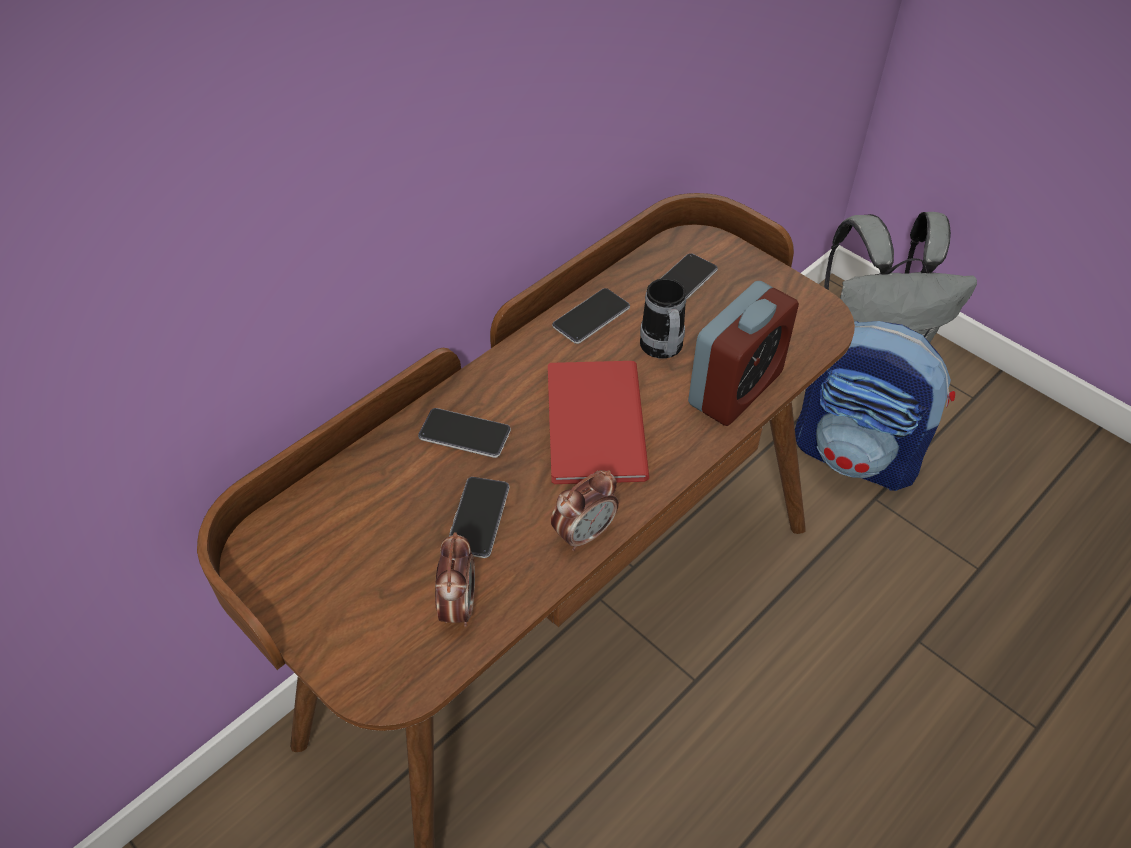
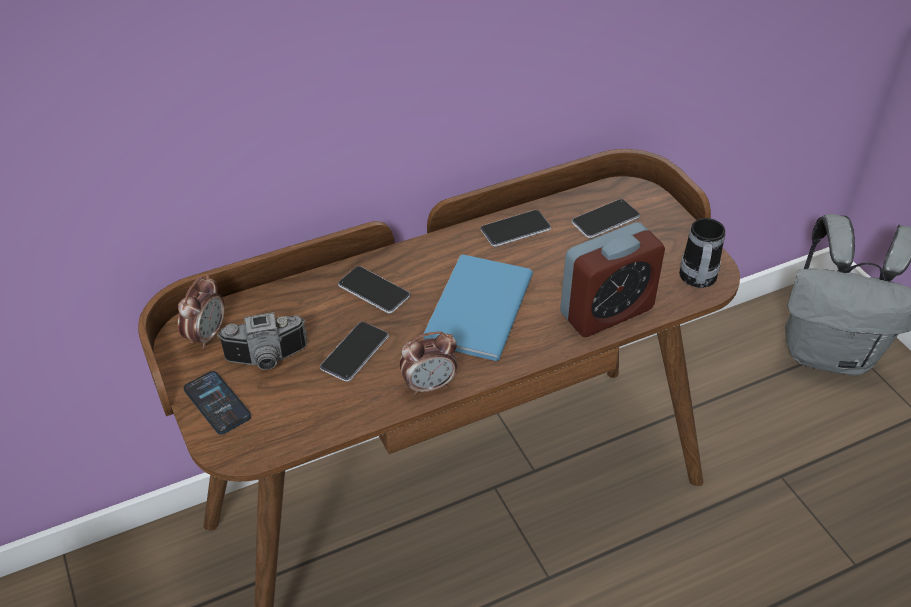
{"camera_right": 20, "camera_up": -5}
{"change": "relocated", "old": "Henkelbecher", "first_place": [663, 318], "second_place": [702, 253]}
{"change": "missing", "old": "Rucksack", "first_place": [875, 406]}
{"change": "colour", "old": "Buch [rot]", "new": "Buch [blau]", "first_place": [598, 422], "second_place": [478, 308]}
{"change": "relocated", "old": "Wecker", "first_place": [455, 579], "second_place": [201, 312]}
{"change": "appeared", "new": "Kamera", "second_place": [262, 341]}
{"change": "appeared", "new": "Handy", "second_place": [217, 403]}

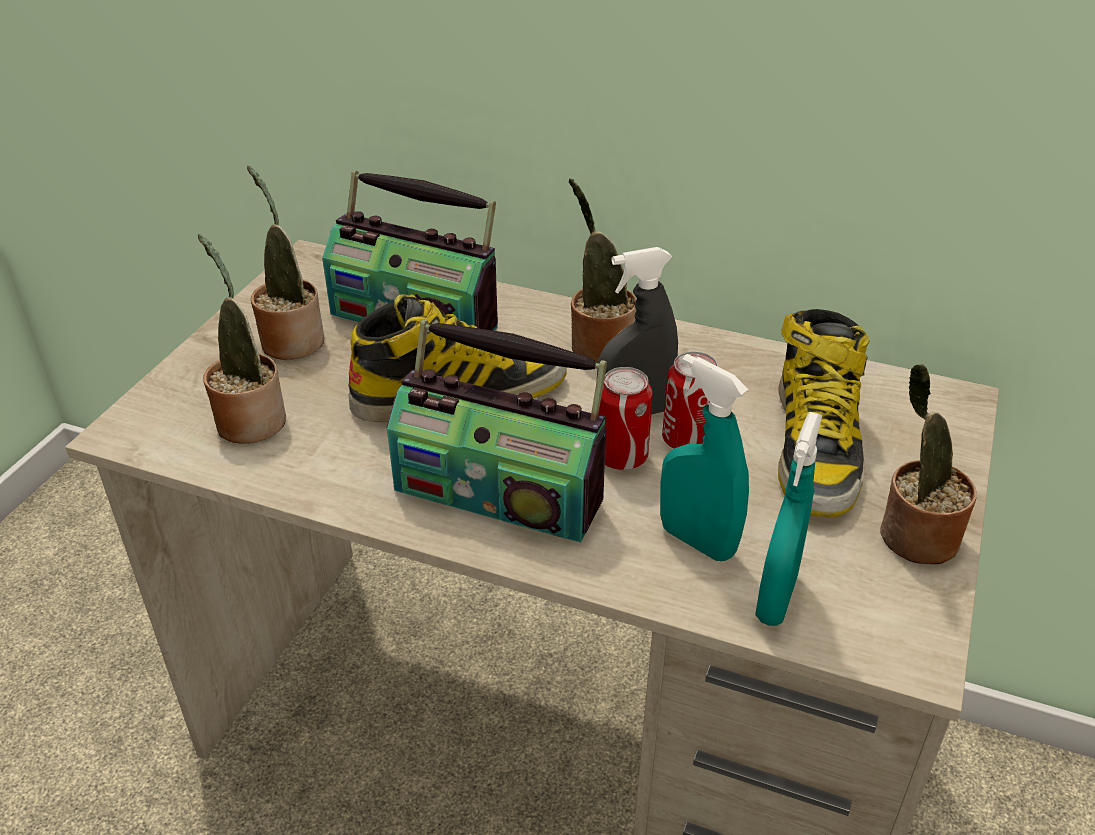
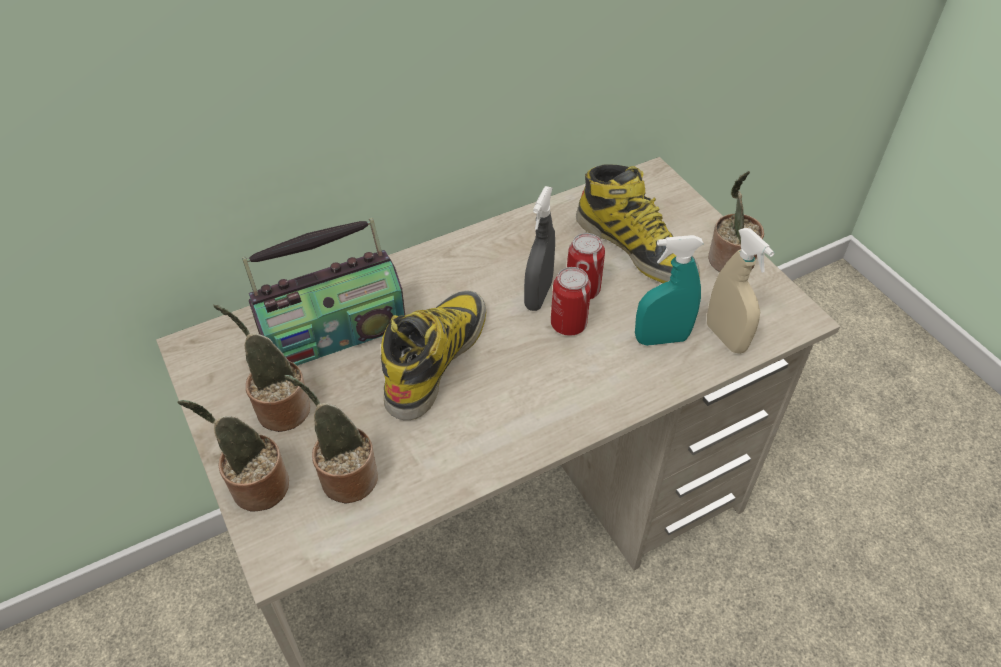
{"camera_right": -50, "camera_up": 10}
{"change": "relocated", "old": "Topfpflanze", "first_place": [602, 270], "second_place": [233, 456]}
{"change": "missing", "old": "Radio", "first_place": [497, 431]}
{"change": "colour", "old": "Sprühflasche [türkis]", "new": "Sprühflasche [beige]", "first_place": [788, 519], "second_place": [741, 291]}

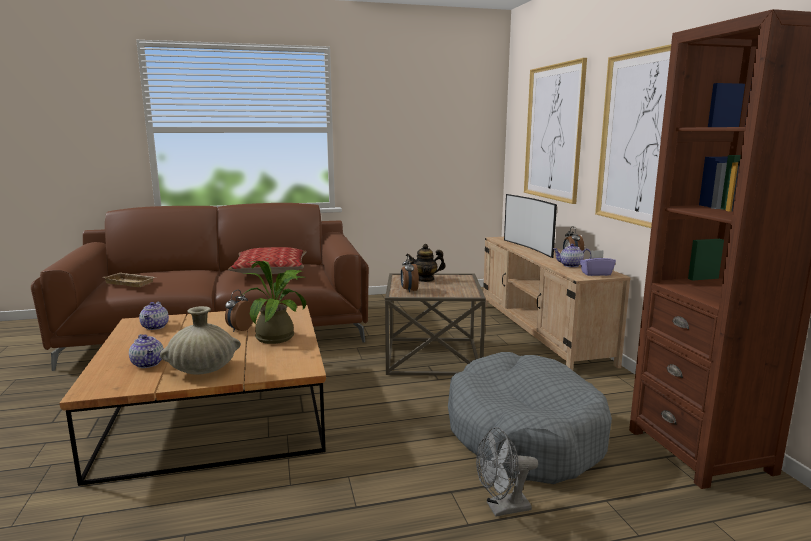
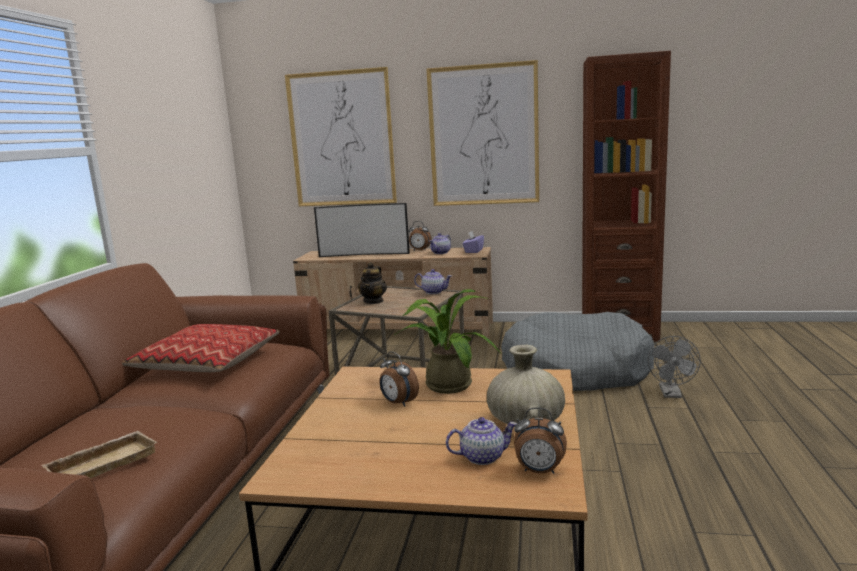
{"camera_right": -65, "camera_up": 0}
{"change": "relocated", "old": "Wecker", "first_place": [410, 274], "second_place": [540, 441]}
{"change": "relocated", "old": "Teekanne", "first_place": [154, 316], "second_place": [433, 281]}

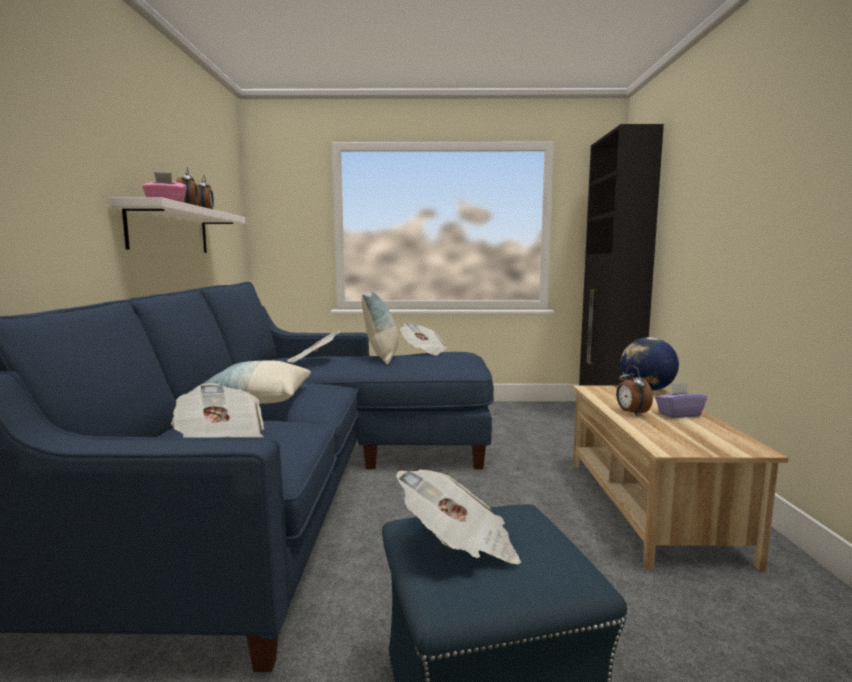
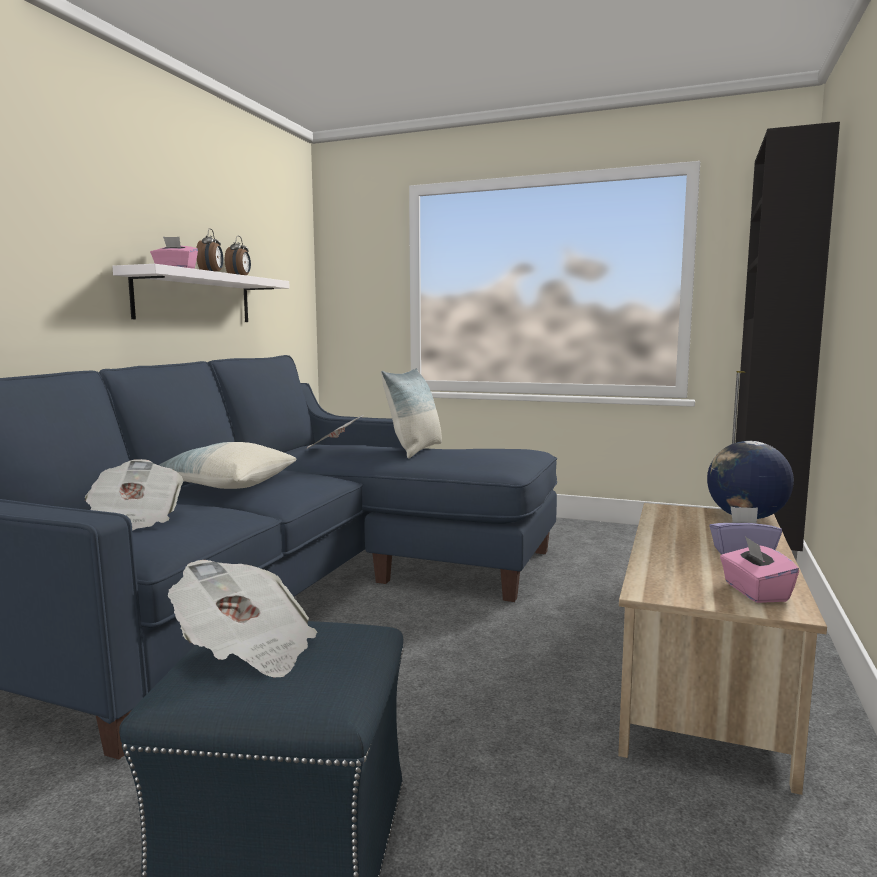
{"camera_right": 20, "camera_up": 0}
{"change": "missing", "old": "Zeitung", "first_place": [423, 339]}
{"change": "missing", "old": "Wecker", "first_place": [634, 391]}
{"change": "appeared", "new": "Taschentuchbox [rosa]", "second_place": [759, 569]}

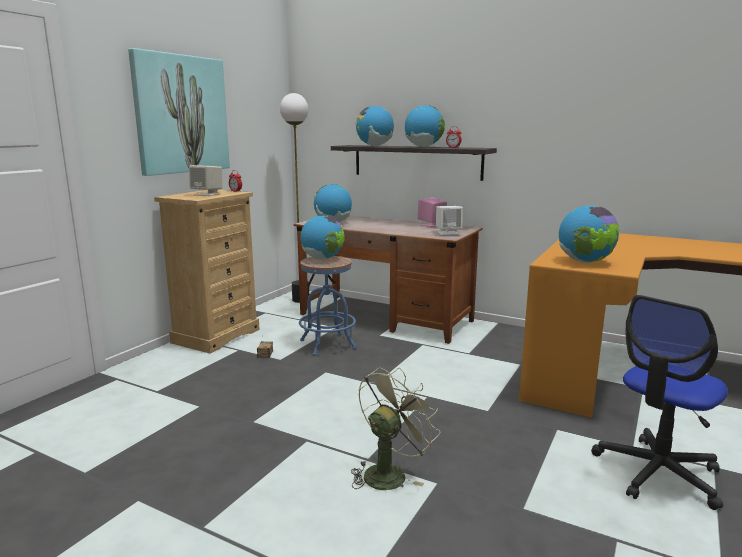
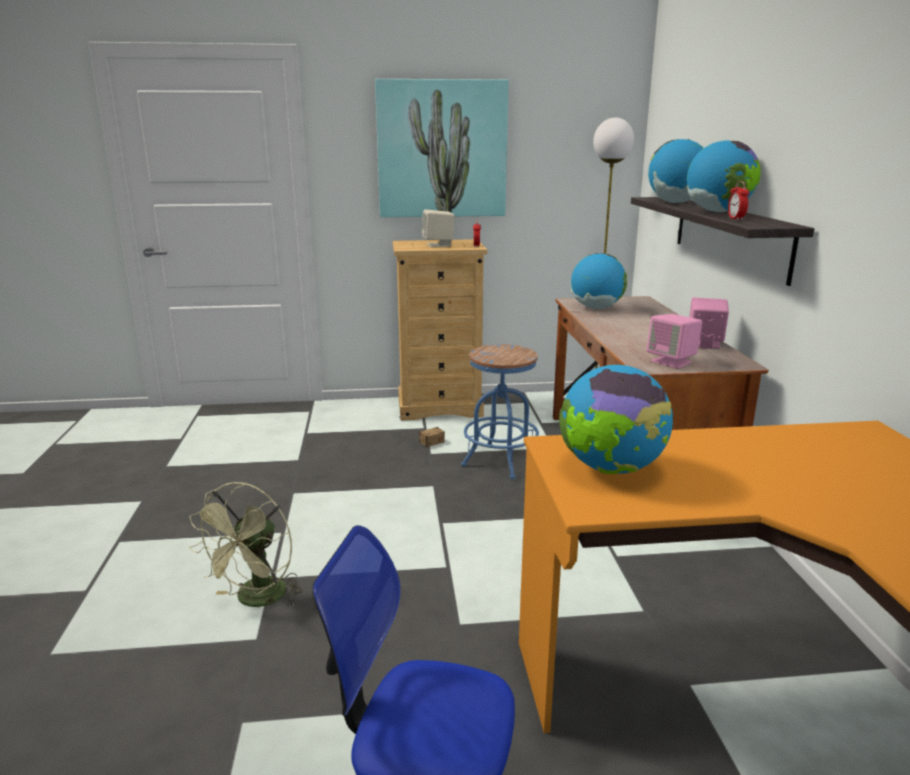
{"camera_right": 55, "camera_up": 5}
{"change": "colour", "old": "Lautsprecher [weiß]", "new": "Lautsprecher [rosa]", "first_place": [449, 220], "second_place": [674, 341]}
{"change": "missing", "old": "Globus", "first_place": [322, 237]}
{"change": "spun", "old": "Ventilator [grün]", "first_place": [395, 428], "second_place": [246, 544], "degrees": 105}

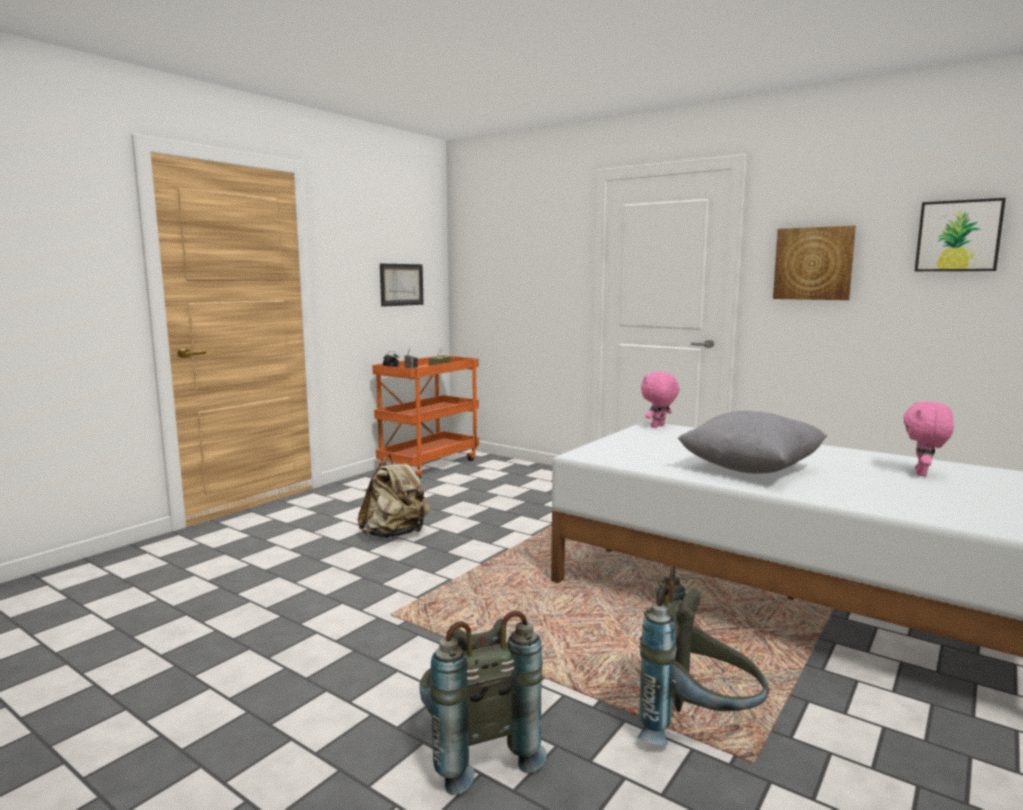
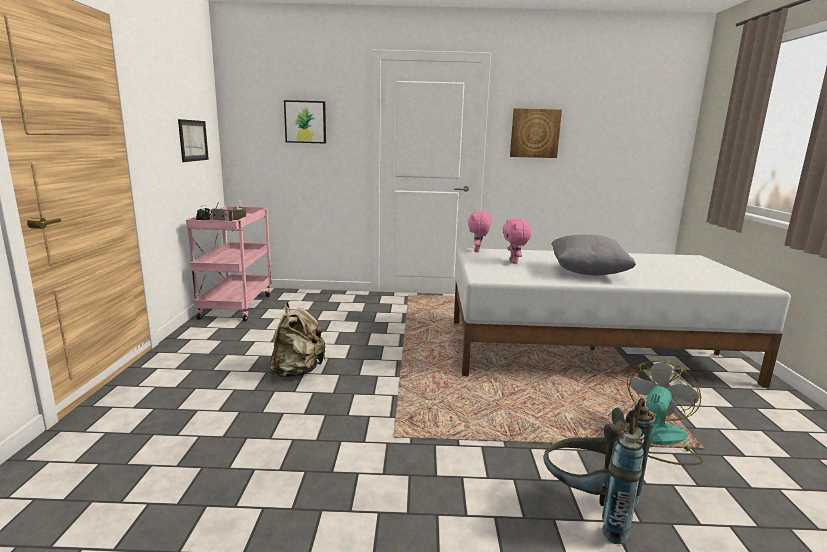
{"camera_right": -35, "camera_up": 5}
{"change": "relocated", "old": "Bild", "first_place": [960, 234], "second_place": [305, 122]}
{"change": "colour", "old": "Rollwagen [orange]", "new": "Rollwagen [rosa]", "first_place": [425, 417], "second_place": [229, 263]}
{"change": "relocated", "old": "Plüschtier [rosa]", "first_place": [928, 439], "second_place": [517, 241]}
{"change": "exchanged", "old": "Rucksack [grau]", "new": "Ventilator", "first_place": [703, 655], "second_place": [665, 413]}

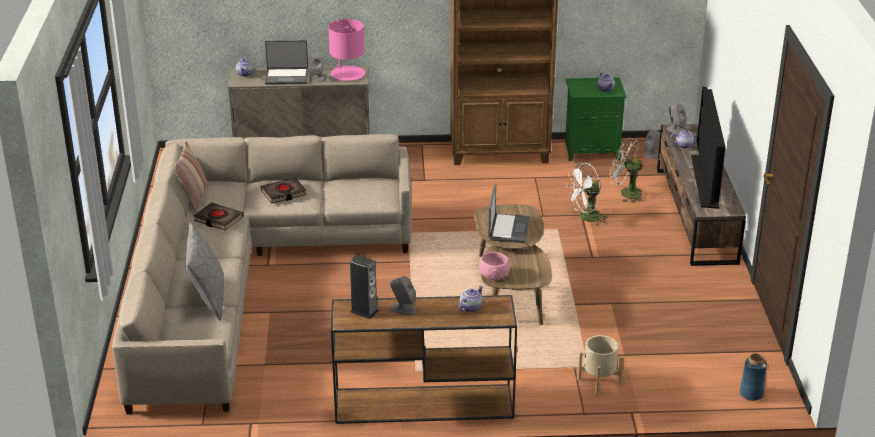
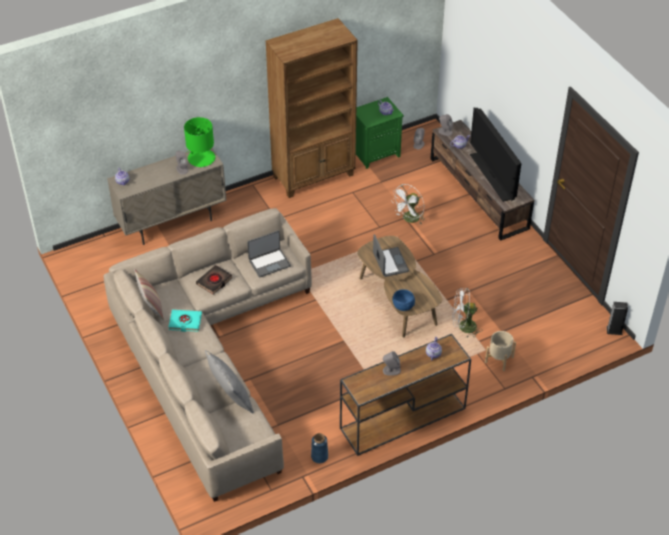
{"camera_right": -25, "camera_up": 15}
{"change": "colour", "old": "Tischlampe [rosa]", "new": "Tischlampe [grün]", "first_place": [347, 50], "second_place": [199, 142]}
{"change": "relocated", "old": "Laptop", "first_place": [286, 62], "second_place": [269, 253]}
{"change": "relocated", "old": "Ventilator [weiß]", "first_place": [628, 170], "second_place": [467, 313]}
{"change": "colour", "old": "Buch [schwarz]", "new": "Buch [türkis]", "first_place": [218, 216], "second_place": [185, 321]}
{"change": "colour", "old": "Schüssel [rosa]", "new": "Schüssel [blau]", "first_place": [494, 266], "second_place": [404, 300]}
{"change": "relocated", "old": "Lautsprecher", "first_place": [364, 287], "second_place": [617, 318]}
{"change": "relocated", "old": "Vase [blau]", "first_place": [753, 377], "second_place": [319, 448]}

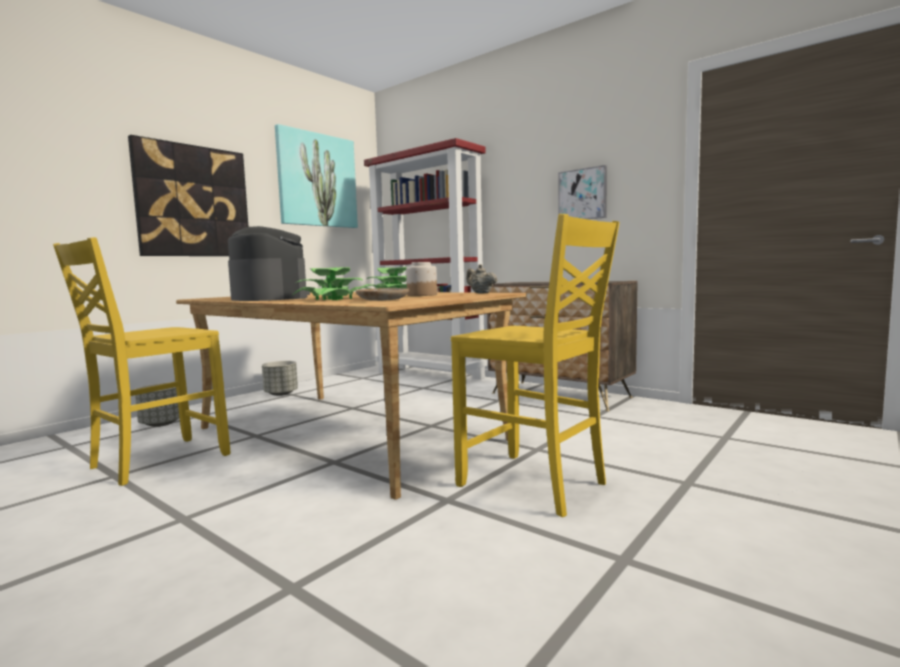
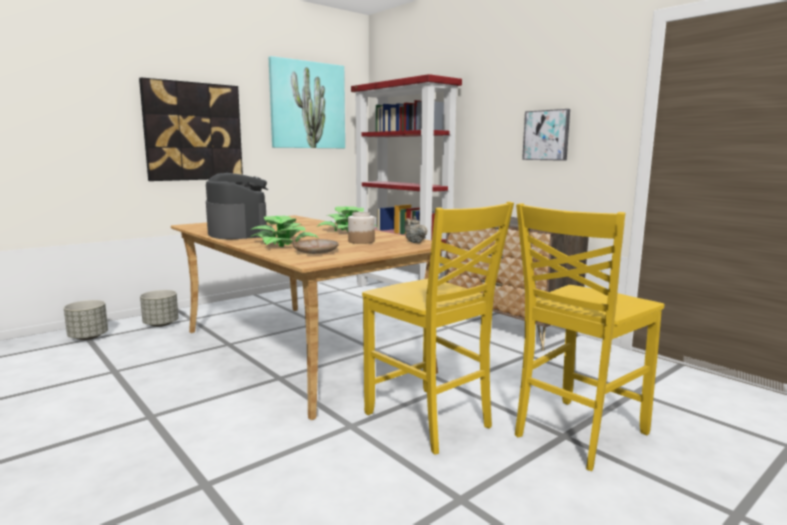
{"camera_right": 10, "camera_up": 5}
{"change": "relocated", "old": "Stuhl [gelb]", "first_place": [141, 361], "second_place": [589, 337]}
{"change": "relocated", "old": "Pflanzkübel [grau]", "first_place": [280, 378], "second_place": [86, 320]}

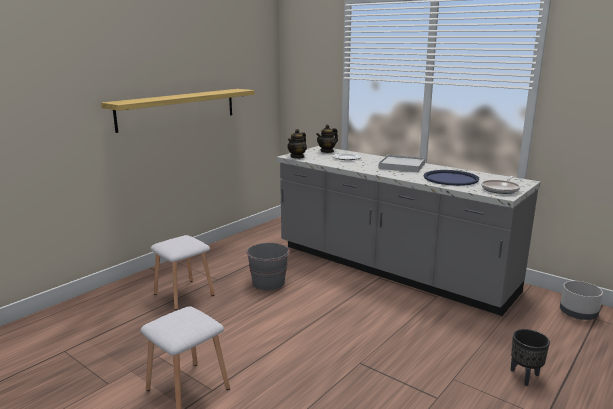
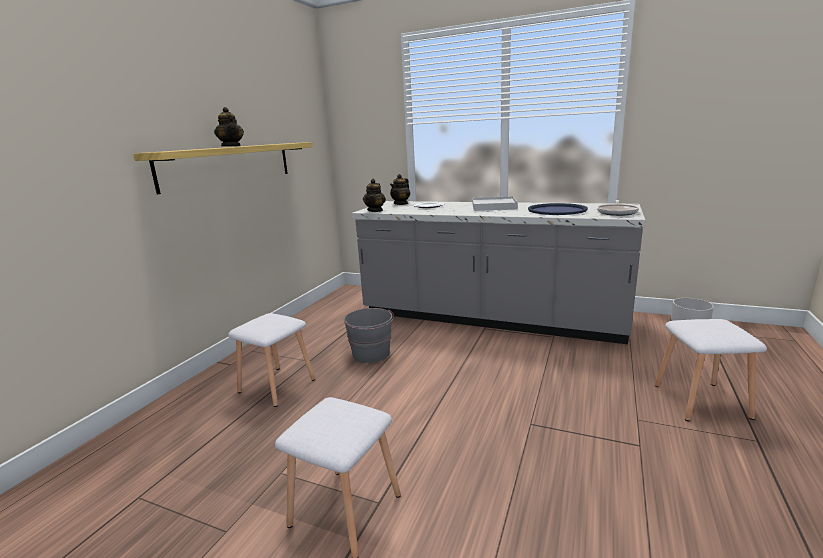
{"camera_right": -15, "camera_up": 0}
{"change": "exchanged", "old": "Pflanzkübel [schwarz]", "new": "Hocker [weiß]", "first_place": [530, 357], "second_place": [711, 370]}
{"change": "appeared", "new": "Teekanne", "second_place": [229, 126]}

